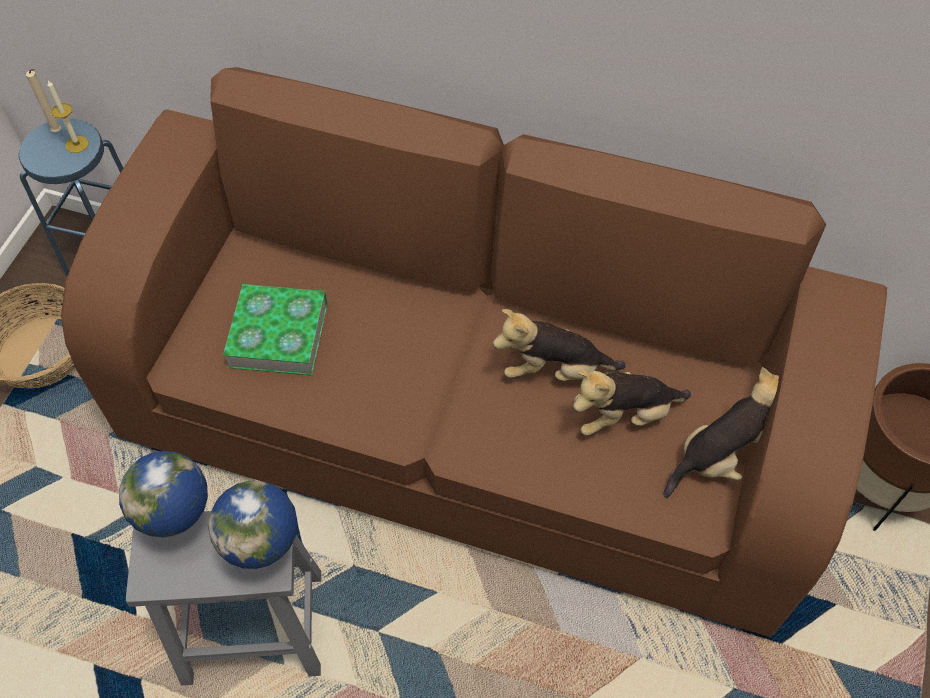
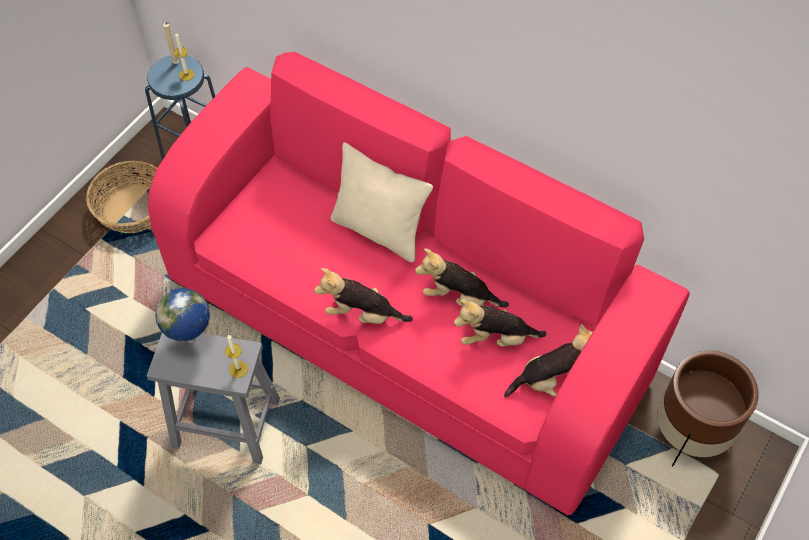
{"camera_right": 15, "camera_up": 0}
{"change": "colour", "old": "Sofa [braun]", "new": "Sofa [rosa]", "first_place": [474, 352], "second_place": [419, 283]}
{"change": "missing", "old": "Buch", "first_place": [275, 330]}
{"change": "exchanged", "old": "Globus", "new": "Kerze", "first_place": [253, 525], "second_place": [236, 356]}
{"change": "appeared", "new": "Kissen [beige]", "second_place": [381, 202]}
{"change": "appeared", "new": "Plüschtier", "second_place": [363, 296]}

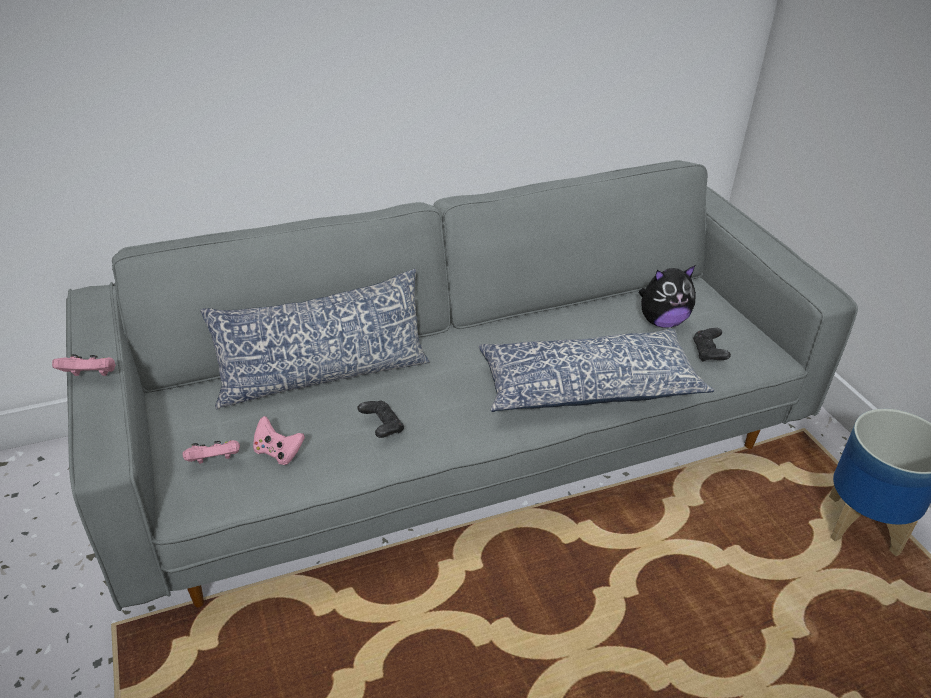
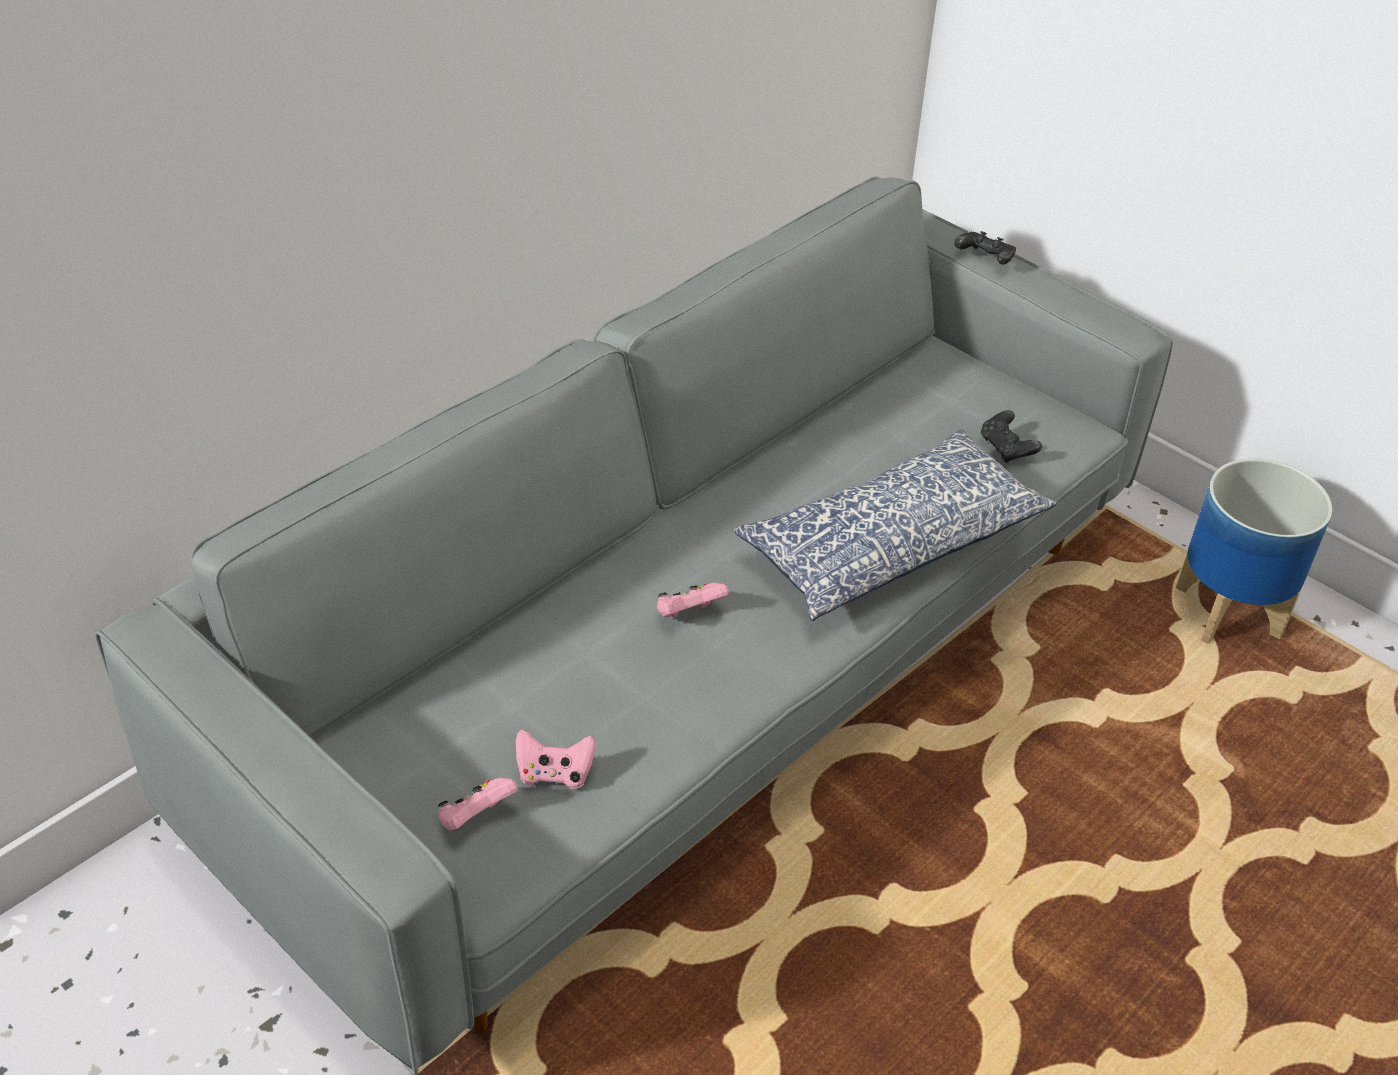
{"camera_right": -25, "camera_up": 5}
{"change": "missing", "old": "Plüschtier", "first_place": [667, 296]}
{"change": "missing", "old": "Kissen", "first_place": [315, 339]}
{"change": "relocated", "old": "Gamepad [rosa]", "first_place": [84, 365], "second_place": [693, 601]}
{"change": "relocated", "old": "Gamepad [schwarz]", "first_place": [380, 419], "second_place": [985, 248]}

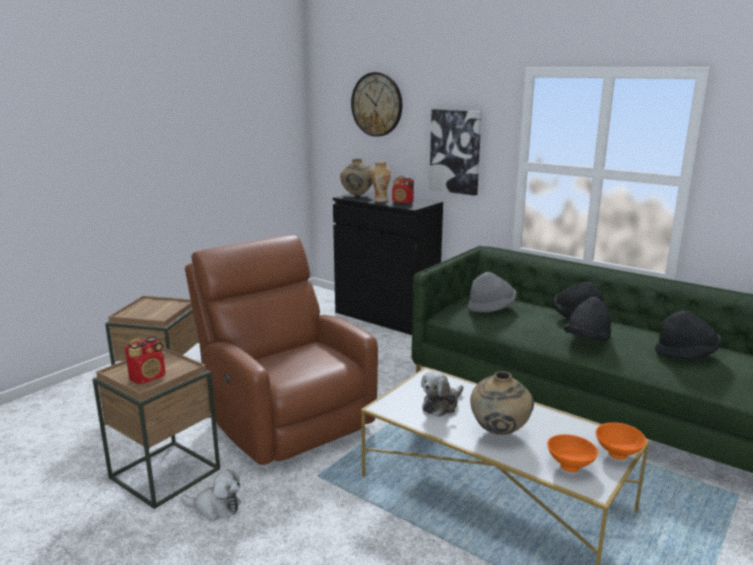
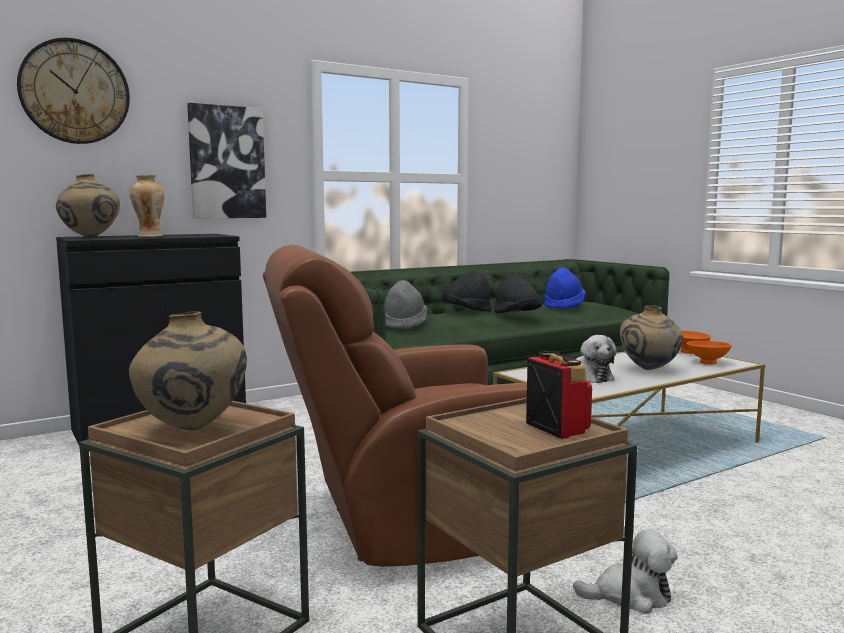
{"camera_right": -70, "camera_up": -10}
{"change": "missing", "old": "Radio", "first_place": [403, 189]}
{"change": "colour", "old": "Hut [schwarz]", "new": "Hut [blau]", "first_place": [688, 334], "second_place": [565, 288]}
{"change": "spun", "old": "Plüschtier", "first_place": [211, 495], "second_place": [625, 571], "degrees": 60}
{"change": "appeared", "new": "Vase [beige]", "second_place": [188, 370]}

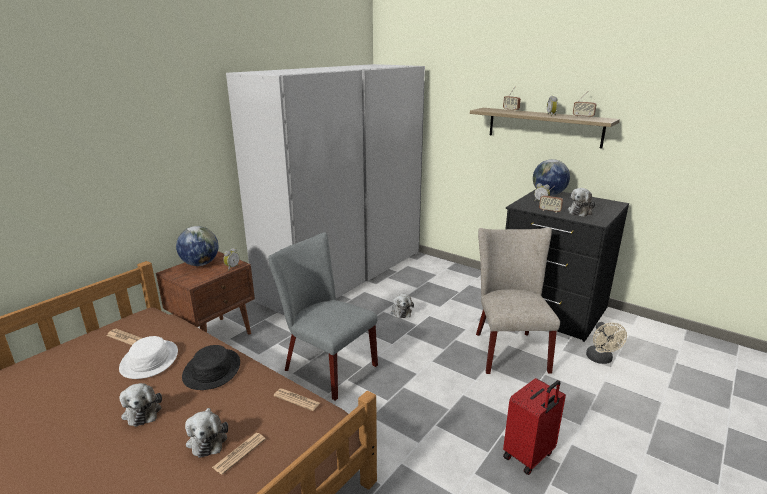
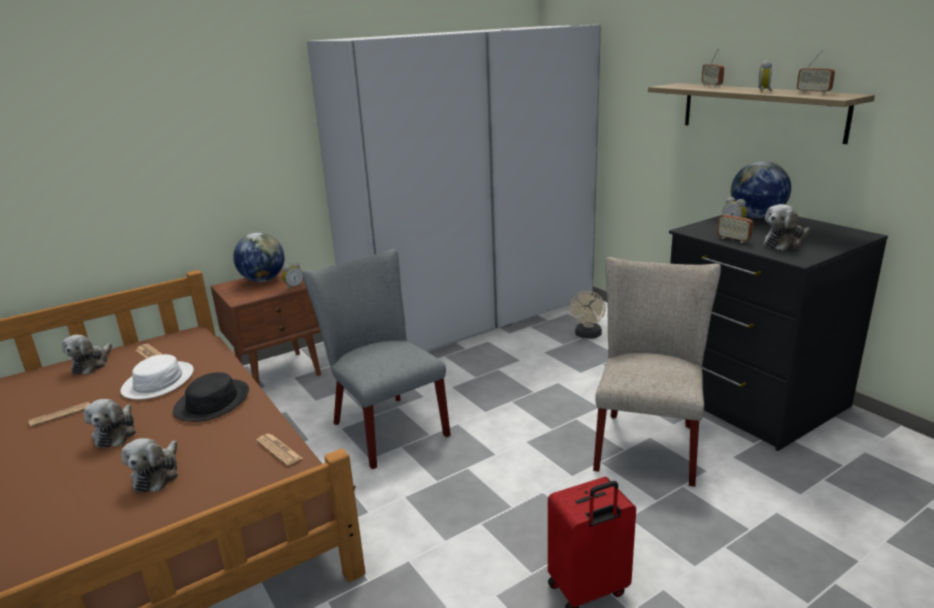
{"camera_right": 20, "camera_up": 0}
{"change": "relocated", "old": "Plüschtier", "first_place": [402, 306], "second_place": [87, 354]}
{"change": "relocated", "old": "Ventilator [beige]", "first_place": [606, 343], "second_place": [588, 315]}
{"change": "relocated", "old": "Zeitung", "first_place": [239, 454], "second_place": [59, 414]}

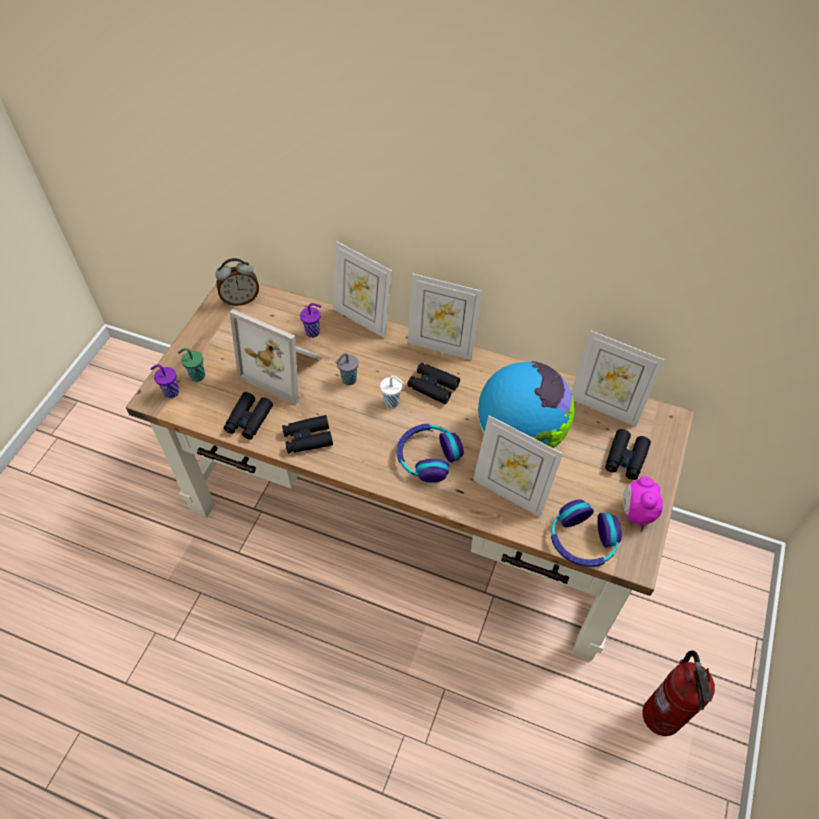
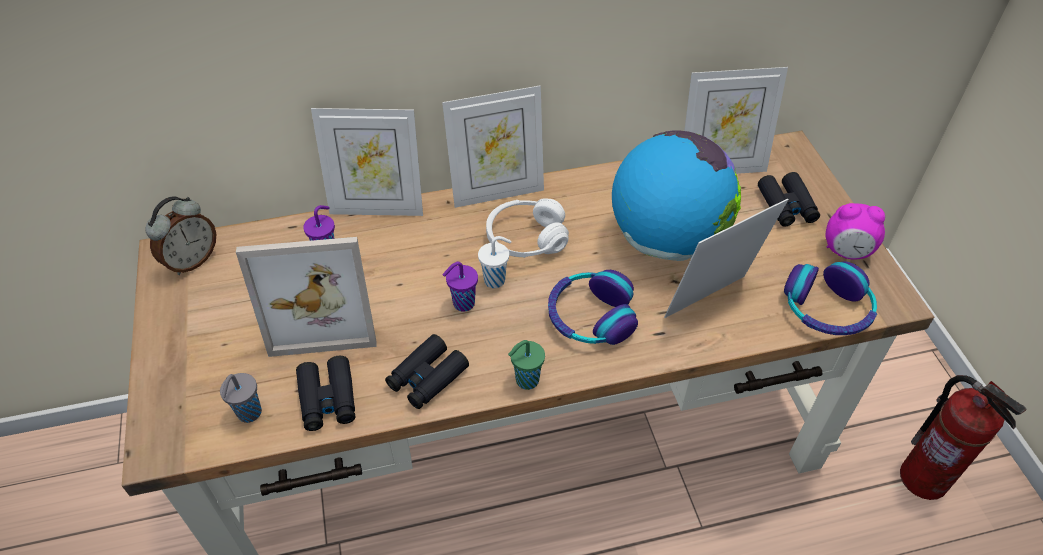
{"camera_right": -35, "camera_up": -5}
{"change": "relocated", "old": "Tasse [grün]", "first_place": [191, 365], "second_place": [526, 365]}
{"change": "relocated", "old": "Tasse [grau]", "first_place": [347, 369], "second_place": [241, 398]}
{"change": "exchanged", "old": "Fernglas [schwarz]", "new": "Kopfhörer [weiß]", "first_place": [433, 383], "second_place": [527, 228]}
{"change": "relocated", "old": "Tasse [lila]", "first_place": [164, 381], "second_place": [460, 287]}
{"change": "spun", "old": "Bilderrahmen", "first_place": [518, 466], "second_place": [726, 258], "degrees": 150}
{"change": "spun", "old": "Wecker", "first_place": [643, 501], "second_place": [855, 231], "degrees": -45}

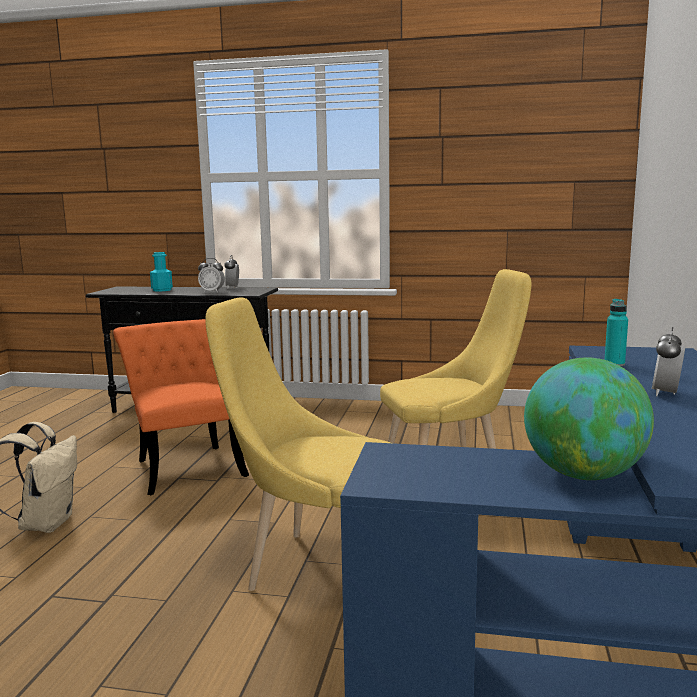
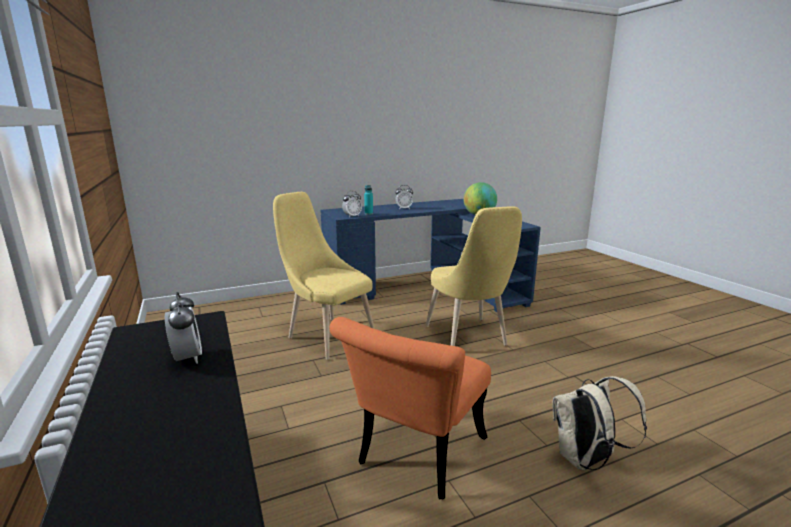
{"camera_right": -125, "camera_up": 5}
{"change": "missing", "old": "Flasche [türkis]", "first_place": [161, 272]}
{"change": "relocated", "old": "Wecker", "first_place": [231, 272], "second_place": [352, 204]}

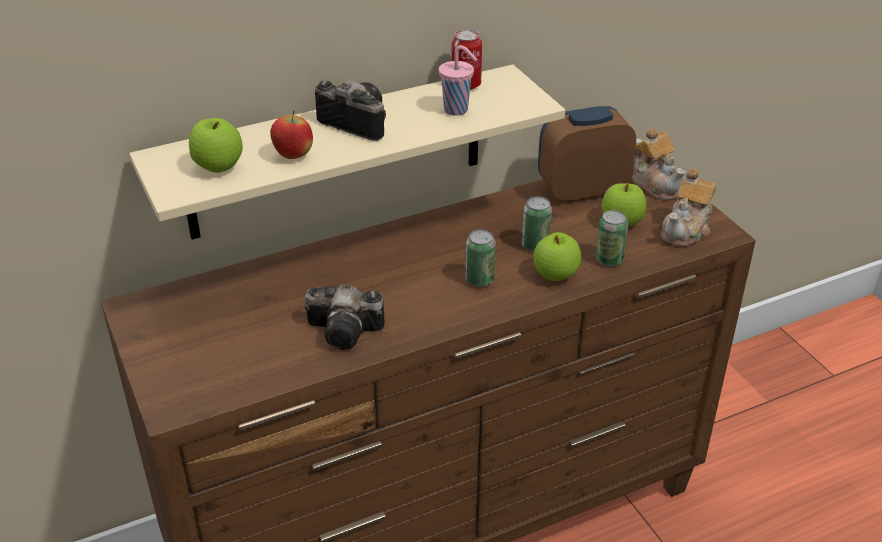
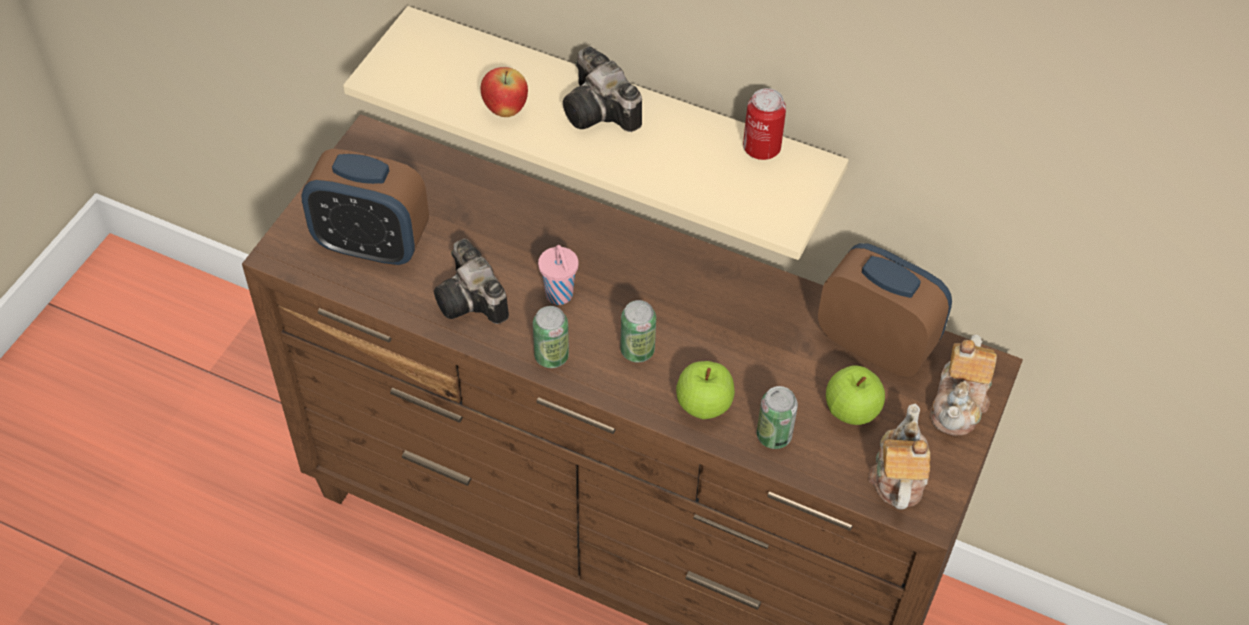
{"camera_right": 50, "camera_up": 15}
{"change": "relocated", "old": "Tasse [rosa]", "first_place": [458, 80], "second_place": [558, 275]}
{"change": "spun", "old": "Kamera", "first_place": [350, 110], "second_place": [602, 89], "degrees": 150}
{"change": "missing", "old": "Apfel", "first_place": [216, 145]}
{"change": "spun", "old": "Teekanne", "first_place": [688, 207], "second_place": [899, 456], "degrees": 105}
{"change": "relocated", "old": "Dose", "first_place": [537, 224], "second_place": [551, 337]}
{"change": "appeared", "new": "Wecker", "second_place": [365, 207]}

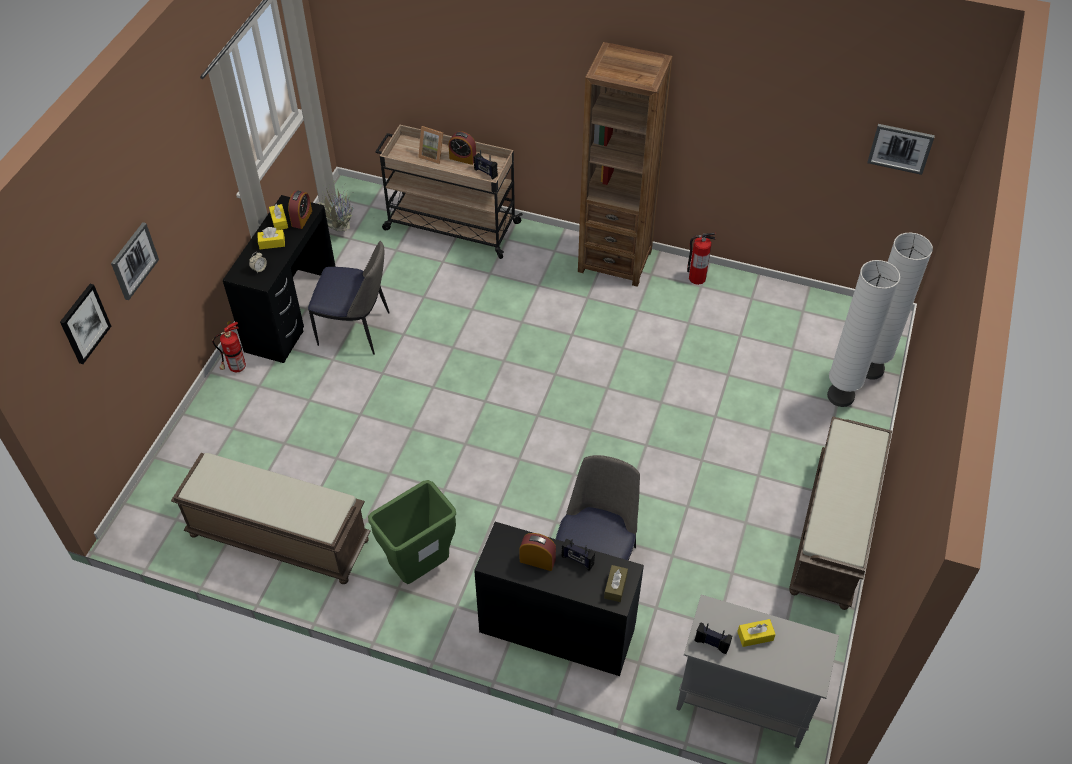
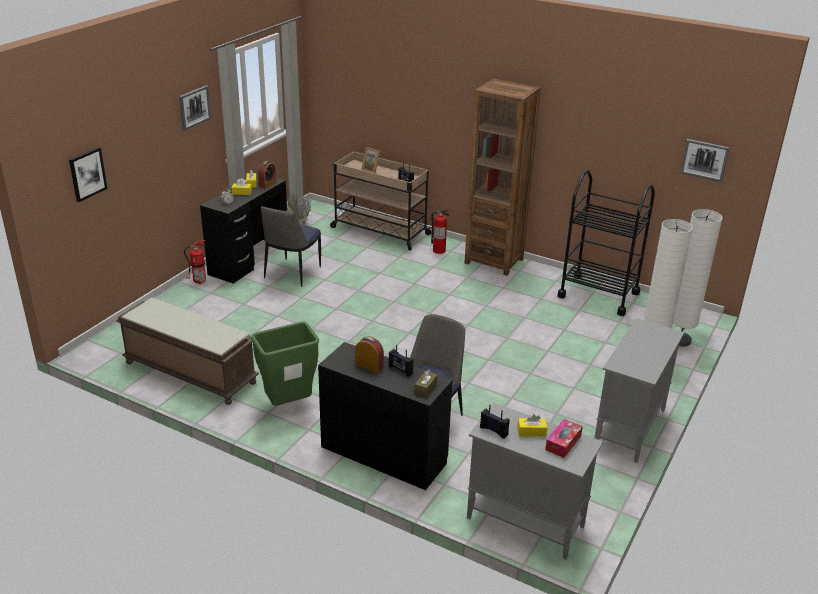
{"camera_right": 10, "camera_up": -20}
{"change": "missing", "old": "Wecker", "first_place": [462, 148]}
{"change": "relocated", "old": "Bild", "first_place": [135, 261], "second_place": [195, 108]}
{"change": "relocated", "old": "Feuerlöscher", "first_place": [701, 259], "second_place": [440, 232]}
{"change": "spun", "old": "Stuhl", "first_place": [348, 298], "second_place": [291, 246], "degrees": 90}
{"change": "exchanged", "old": "Bank [braun]", "new": "Schrank [grau]", "first_place": [840, 513], "second_place": [639, 390]}
{"change": "appeared", "new": "Rollwagen [schwarz]", "second_place": [606, 243]}
{"change": "appeared", "new": "Taschentuchbox", "second_place": [564, 438]}

